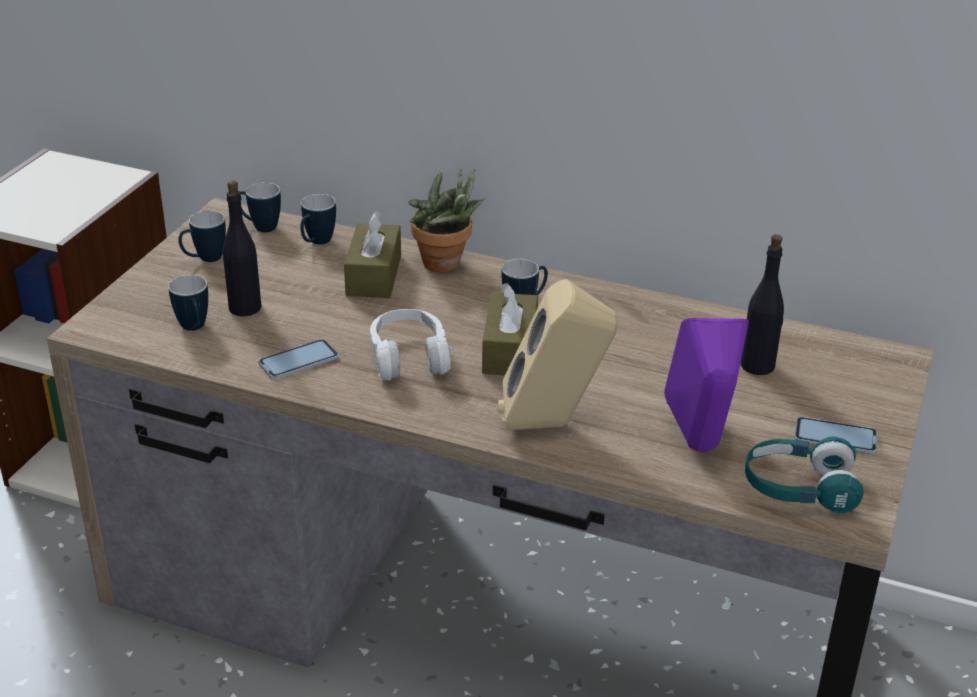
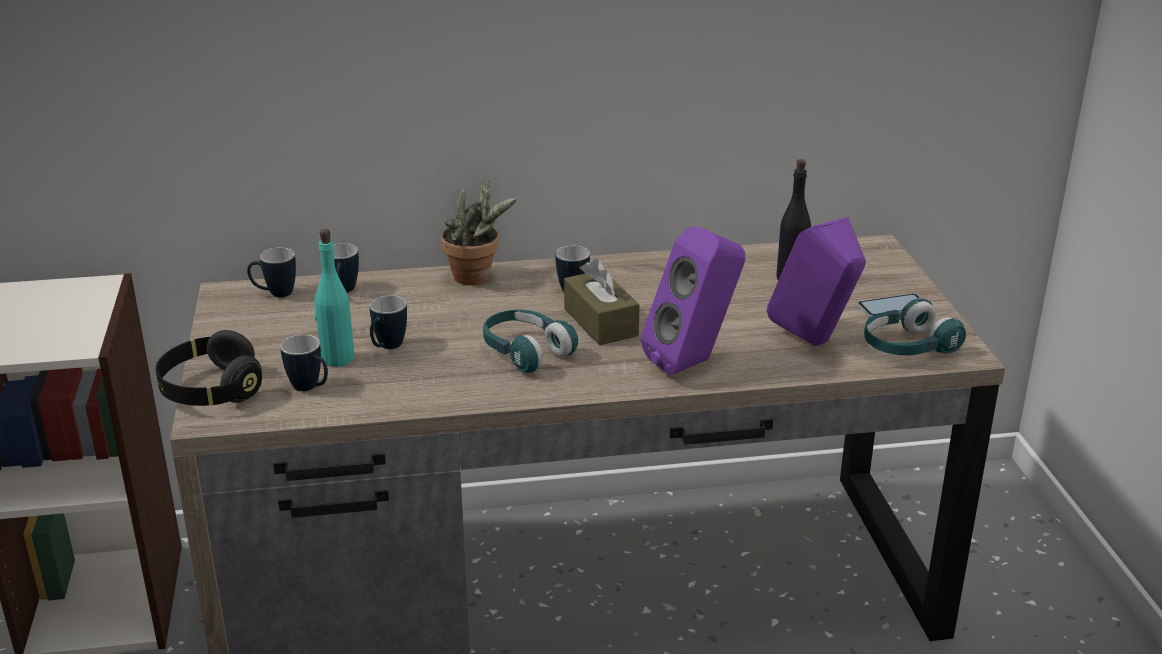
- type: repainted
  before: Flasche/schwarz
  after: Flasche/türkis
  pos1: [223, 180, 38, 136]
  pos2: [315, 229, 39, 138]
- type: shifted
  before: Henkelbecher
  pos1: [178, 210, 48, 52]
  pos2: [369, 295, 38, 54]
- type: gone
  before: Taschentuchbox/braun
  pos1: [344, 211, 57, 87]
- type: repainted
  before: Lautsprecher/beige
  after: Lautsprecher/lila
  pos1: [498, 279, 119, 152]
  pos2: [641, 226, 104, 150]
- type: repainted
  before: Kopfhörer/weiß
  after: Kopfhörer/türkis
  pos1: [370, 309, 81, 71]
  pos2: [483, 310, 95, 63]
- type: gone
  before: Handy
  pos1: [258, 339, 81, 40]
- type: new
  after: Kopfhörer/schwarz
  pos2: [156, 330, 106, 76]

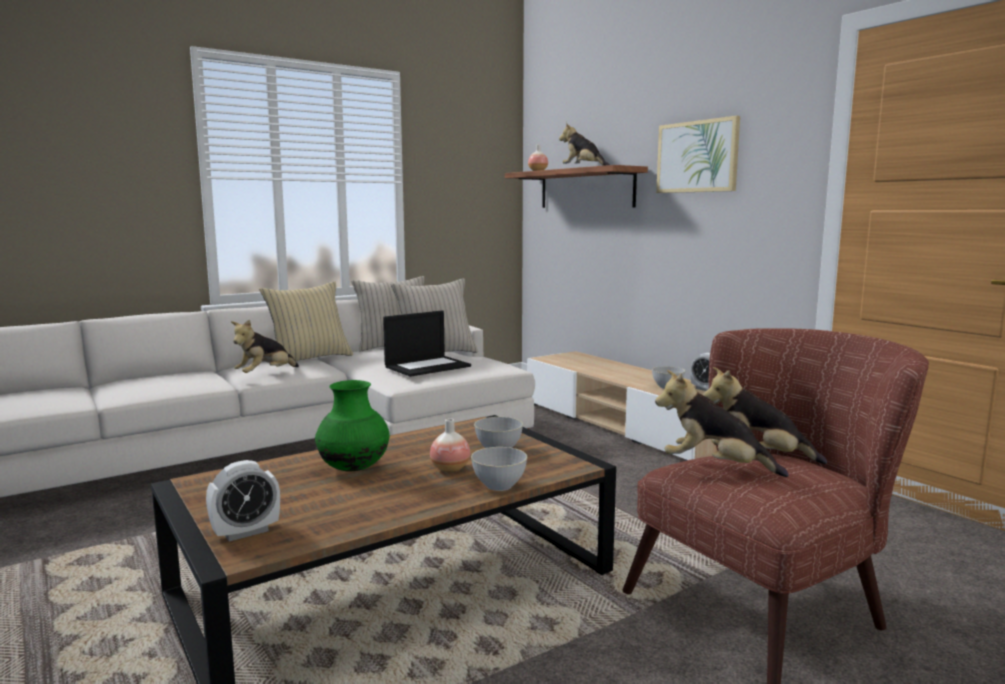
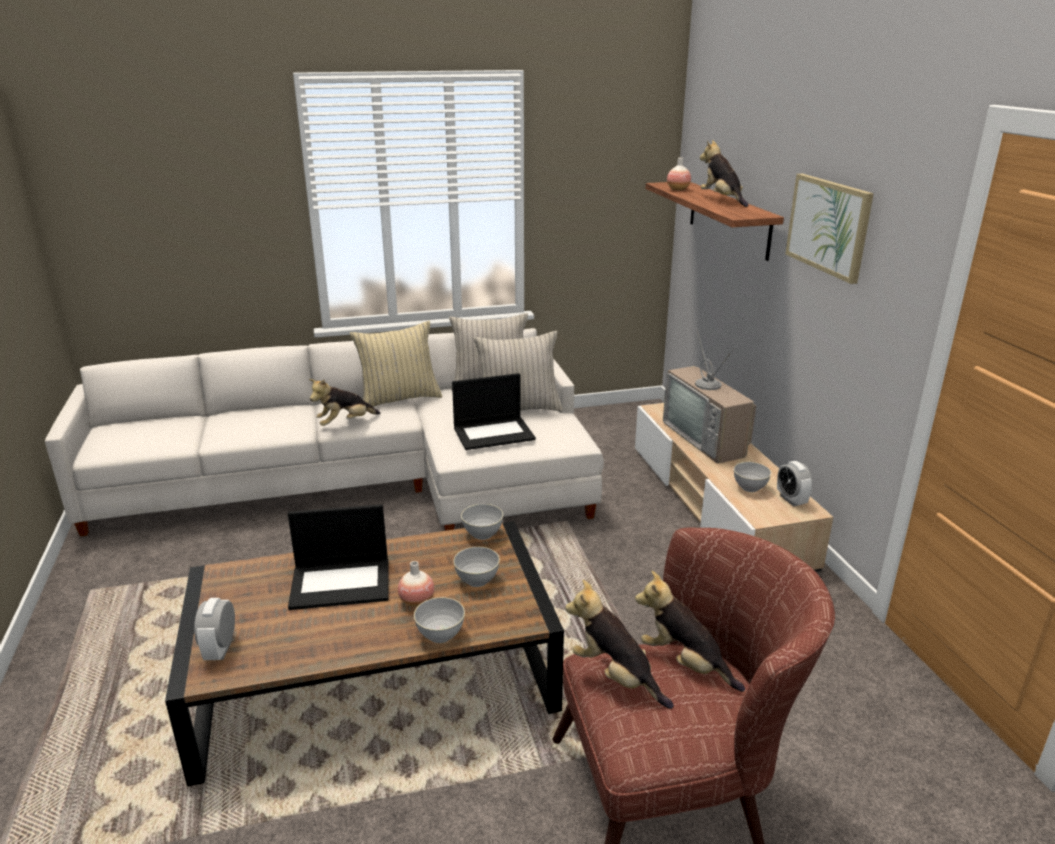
- type: swapped
  before: Vase/grün
  after: Laptop
  pos1: [315, 380, 75, 92]
  pos2: [288, 504, 101, 106]
- type: rotated
  before: Wecker
  pos1: [206, 460, 74, 81]
  pos2: [194, 598, 41, 62]
  turn: 105
- type: new
  after: Fernseher
  pos2: [663, 327, 93, 137]
- type: new
  after: Schüssel/grau
  pos2: [461, 504, 42, 36]

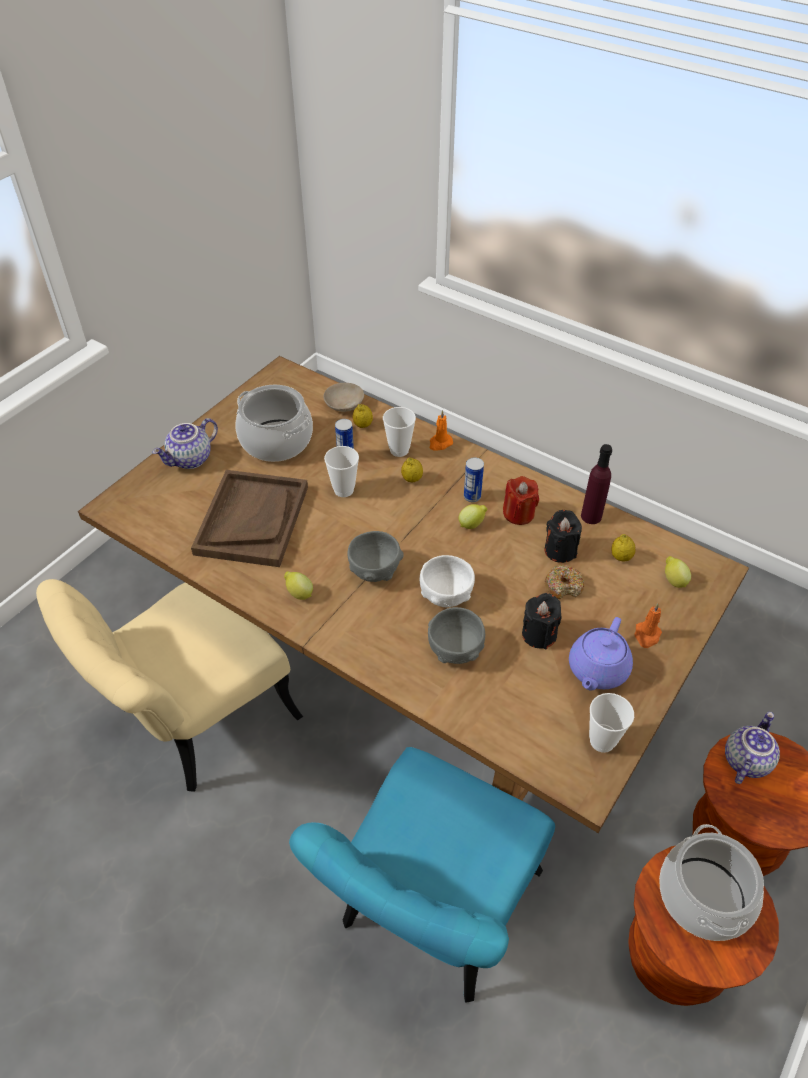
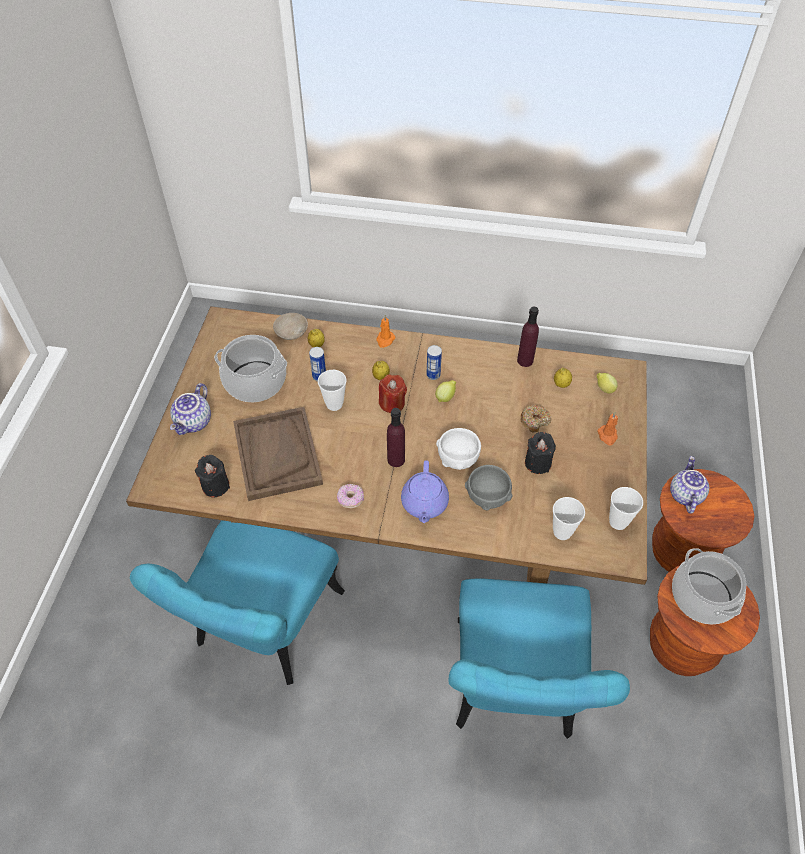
- type: shifted
  before: Tasse
  pos1: [383, 407, 33, 50]
  pos2: [553, 497, 32, 43]
- type: shifted
  before: Kerze/rot
  pos1: [503, 476, 36, 49]
  pos2: [379, 375, 28, 38]
- type: shifted
  before: Kerze/schwarz
  pos1: [544, 510, 38, 53]
  pos2: [195, 455, 35, 43]
- type: swapped
  before: Schüssel/grau
  after: Flasche/lila
  pos1: [347, 531, 57, 51]
  pos2: [387, 408, 18, 59]
- type: swapped
  before: Zitrone
  after: Donut
  pos1: [284, 571, 29, 29]
  pos2: [337, 484, 27, 24]
- type: repainted
  before: Stuhl/beige
  after: Stuhl/türkis
  pos1: [36, 579, 267, 213]
  pos2: [130, 520, 215, 165]
- type: shifted
  before: Teekanne/lila
  pos1: [569, 617, 64, 74]
  pos2: [401, 460, 48, 63]

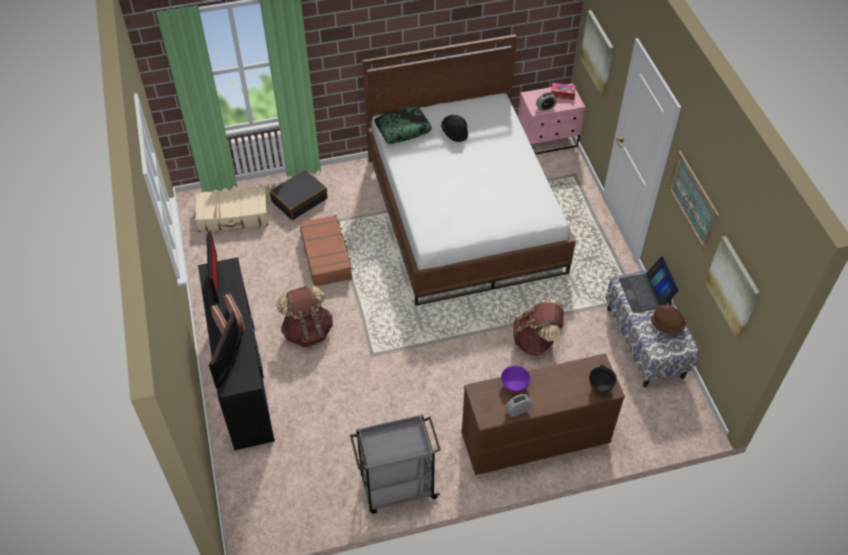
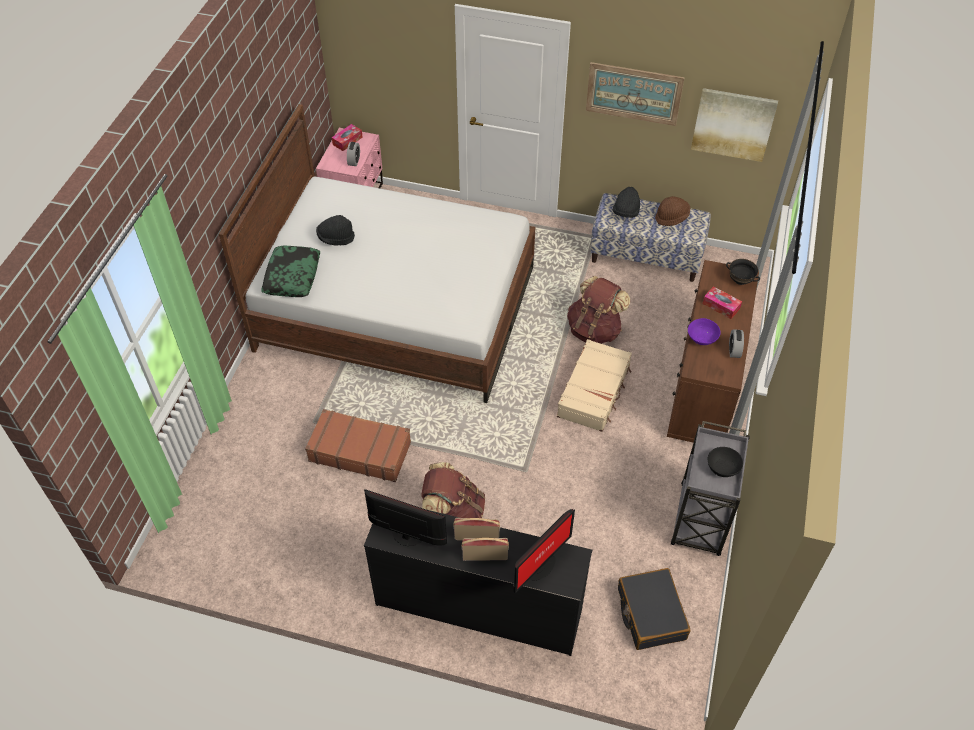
- type: gone
  before: Bild
  pos1: [580, 10, 34, 86]
- type: shifted
  before: Koffer/schwarz
  pos1: [270, 169, 58, 51]
  pos2: [618, 568, 73, 82]
- type: shifted
  before: Koffer/beige
  pos1: [195, 186, 73, 46]
  pos2: [557, 339, 75, 93]
- type: swapped
  before: Laptop
  after: Hut/schwarz
  pos1: [619, 256, 60, 57]
  pos2: [613, 187, 27, 31]
- type: rotated
  before: Monitor
  pos1: [209, 310, 33, 79]
  pos2: [513, 509, 62, 85]
  turn: -90
- type: new
  after: Taschentuchbox
  pos2: [703, 286, 39, 33]
- type: new
  after: Schüssel/schwarz
  pos2: [708, 447, 35, 30]

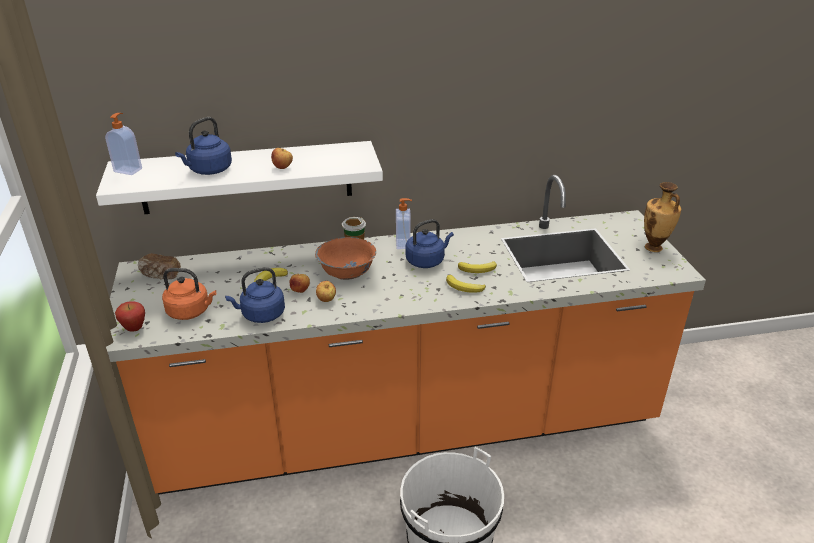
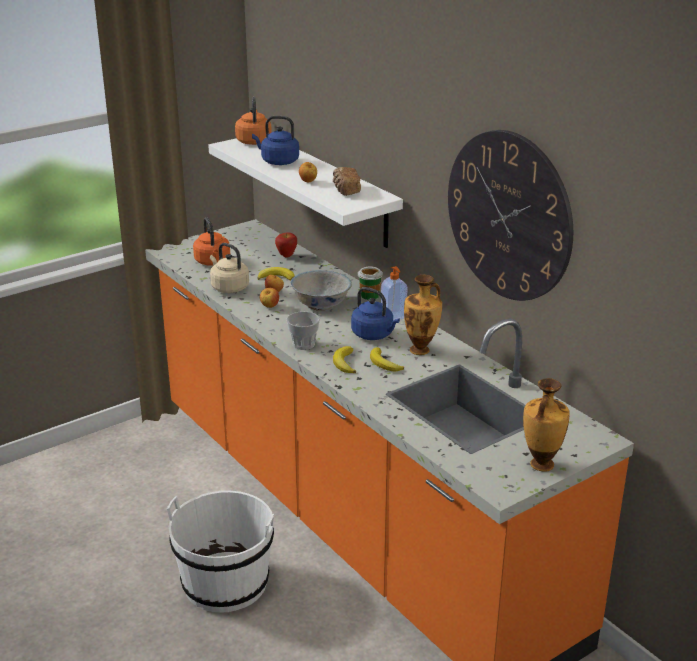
- type: swapped
  before: Seifenspender
  after: Wasserkessel/orange
  pos1: [105, 113, 37, 62]
  pos2: [235, 97, 37, 48]
- type: repainted
  before: Schüssel/orange
  after: Schüssel/weiß
  pos1: [315, 237, 61, 43]
  pos2: [290, 270, 62, 41]
- type: shifted
  before: Brot
  pos1: [138, 253, 43, 26]
  pos2: [333, 167, 28, 29]
- type: repainted
  before: Wasserkessel/blau
  after: Wasserkessel/beige
  pos1: [225, 267, 60, 56]
  pos2: [210, 243, 39, 50]
- type: shifted
  before: Apfel
  pos1: [115, 301, 30, 31]
  pos2: [275, 232, 22, 25]
- type: new
  after: Wanduhr
  pos2: [448, 130, 125, 171]
- type: new
  after: Vase
  pos2: [404, 275, 38, 80]
- type: new
  after: Tasse
  pos2: [287, 311, 33, 39]

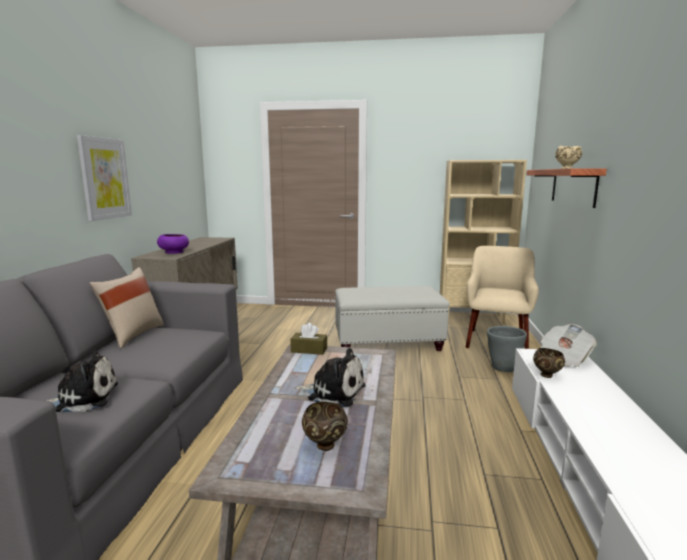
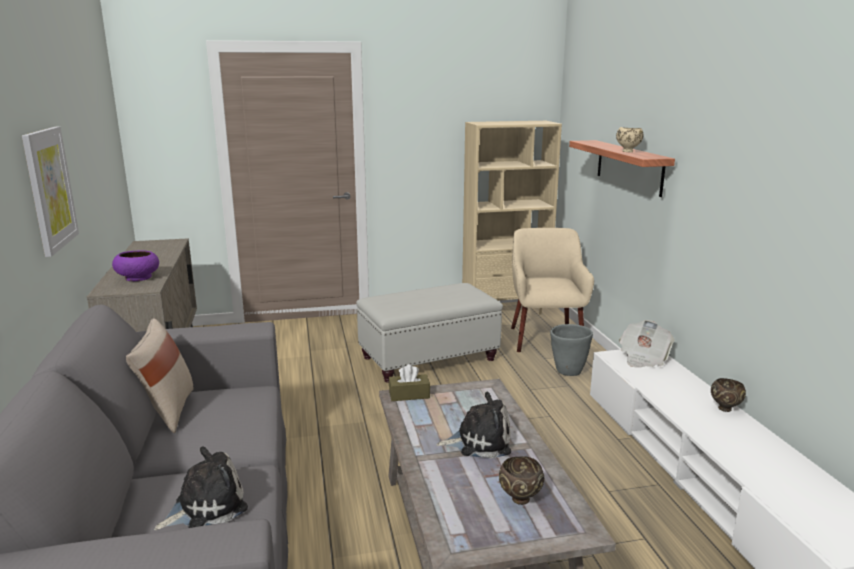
- type: shifted
  before: Schüssel/braun
  pos1: [533, 348, 32, 30]
  pos2: [711, 378, 35, 34]

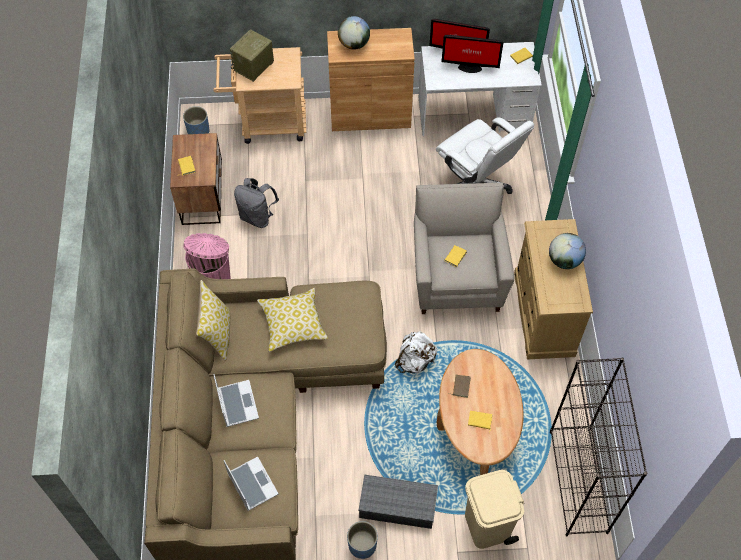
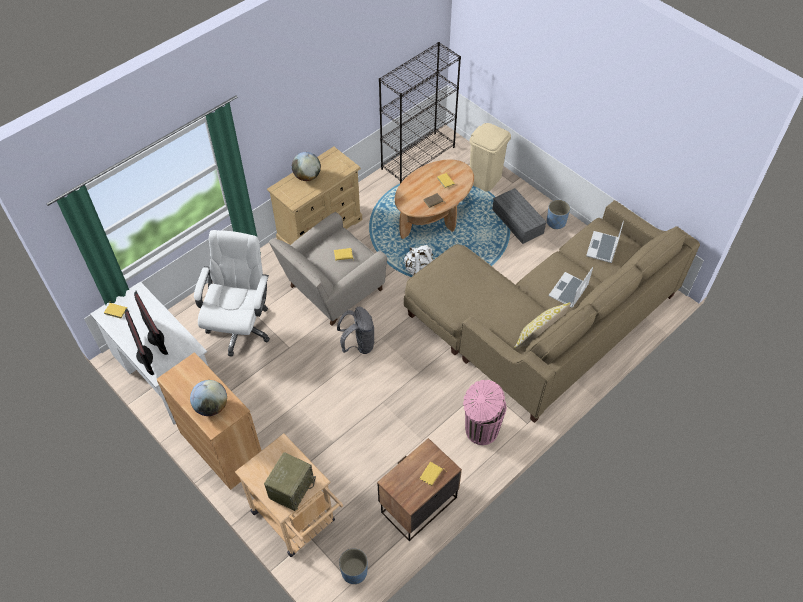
- type: rotated
  before: Radio
  pos1: [230, 29, 44, 53]
  pos2: [264, 452, 52, 59]
  turn: -60
- type: shifted
  before: Rucksack/grau
  pos1: [234, 178, 45, 50]
  pos2: [337, 307, 38, 47]
- type: gone
  before: Kissen
  pos1: [257, 288, 71, 64]

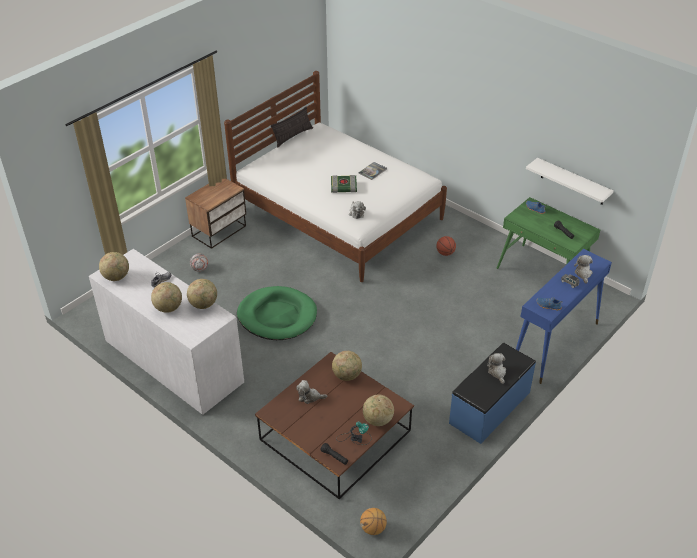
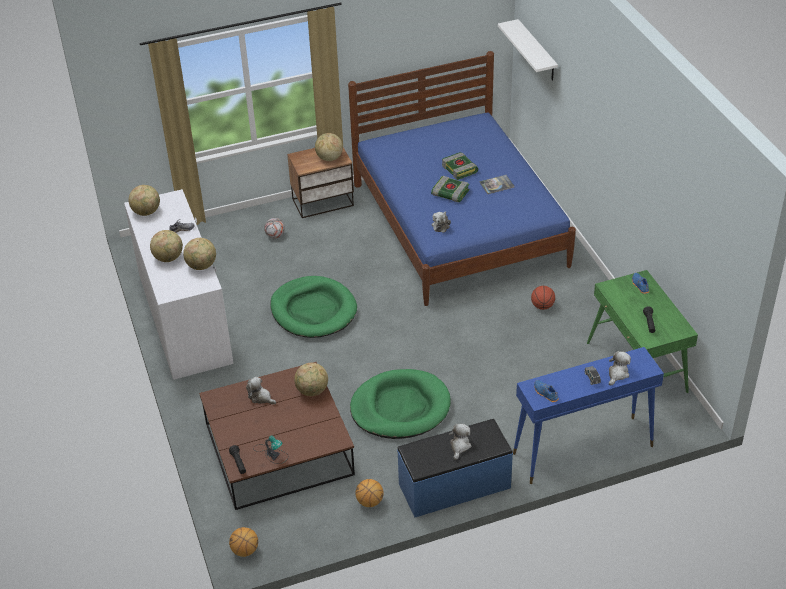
- type: repainted
  before: Bett/weiß
  after: Bett/blau
  pos1: [224, 71, 223, 211]
  pos2: [348, 51, 228, 255]
- type: gone
  before: Kissen
  pos1: [271, 107, 42, 41]
- type: shifted
  before: Wandregal/weiß
  pos1: [526, 158, 87, 47]
  pos2: [498, 19, 60, 62]
- type: shifted
  before: Globus
  pos1: [363, 395, 31, 31]
  pos2: [315, 133, 28, 28]
- type: new
  after: Buch
  pos2: [442, 152, 36, 28]
- type: new
  after: Hundebett/grün
  pos2: [350, 369, 101, 70]
- type: new
  after: Basketball
  pos2: [355, 479, 29, 28]

